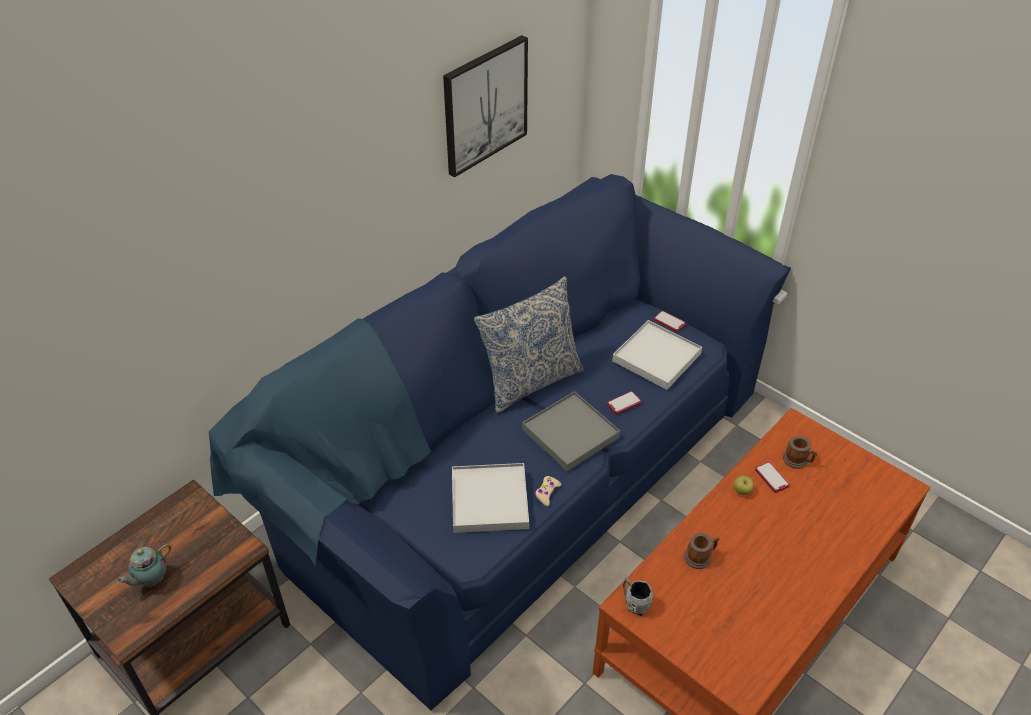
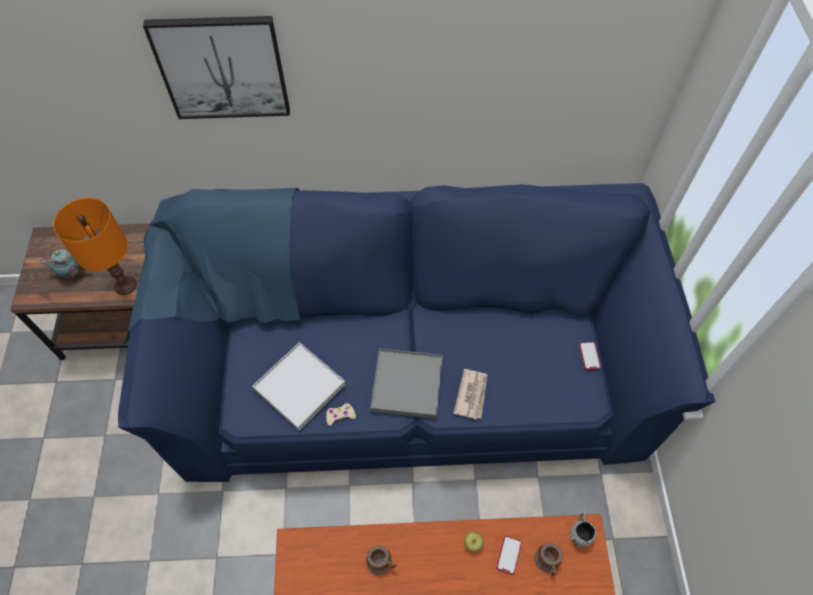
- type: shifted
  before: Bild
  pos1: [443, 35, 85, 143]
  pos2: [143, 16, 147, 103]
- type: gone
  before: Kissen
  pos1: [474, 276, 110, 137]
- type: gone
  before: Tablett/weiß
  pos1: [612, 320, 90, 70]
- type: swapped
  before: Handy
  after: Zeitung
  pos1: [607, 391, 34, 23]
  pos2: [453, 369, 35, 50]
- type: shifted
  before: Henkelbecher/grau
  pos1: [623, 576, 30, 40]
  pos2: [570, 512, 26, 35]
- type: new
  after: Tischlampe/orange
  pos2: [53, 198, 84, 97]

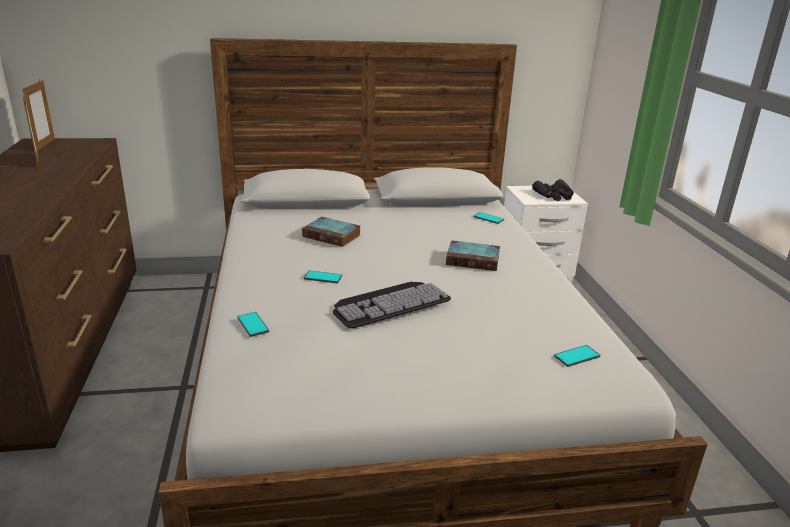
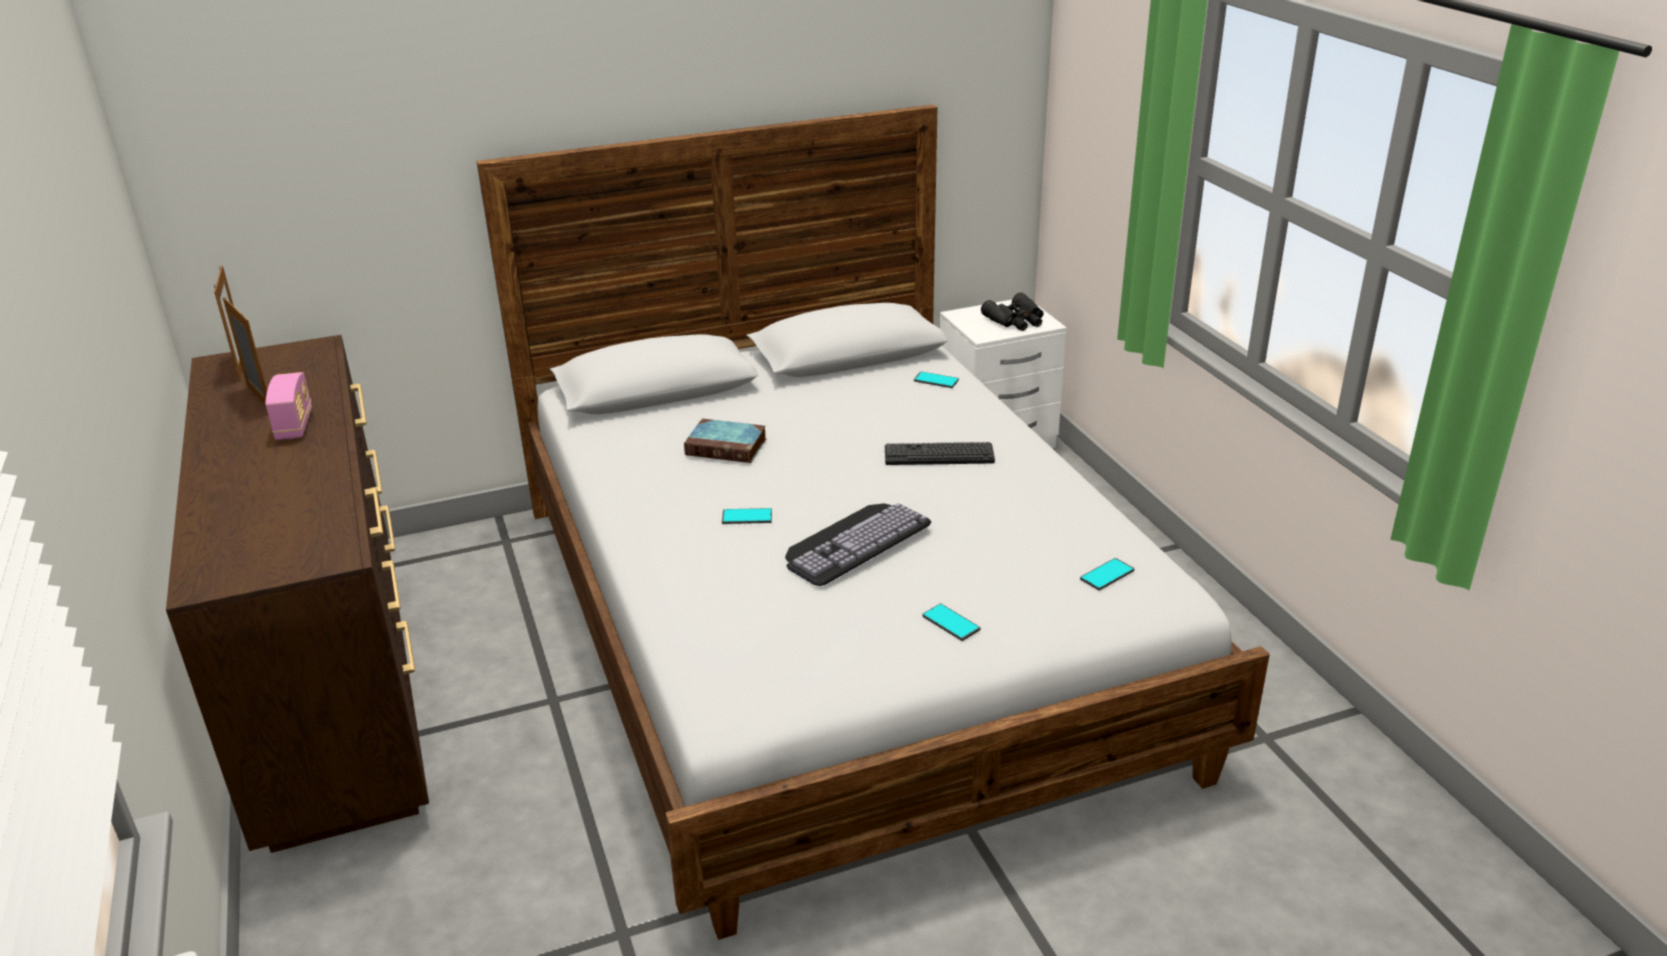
- type: swapped
  before: Buch
  after: Tastatur
  pos1: [446, 240, 54, 31]
  pos2: [885, 442, 110, 23]
- type: shifted
  before: Handy
  pos1: [237, 312, 32, 25]
  pos2: [922, 604, 59, 37]
- type: new
  after: Radio
  pos2: [265, 372, 47, 68]

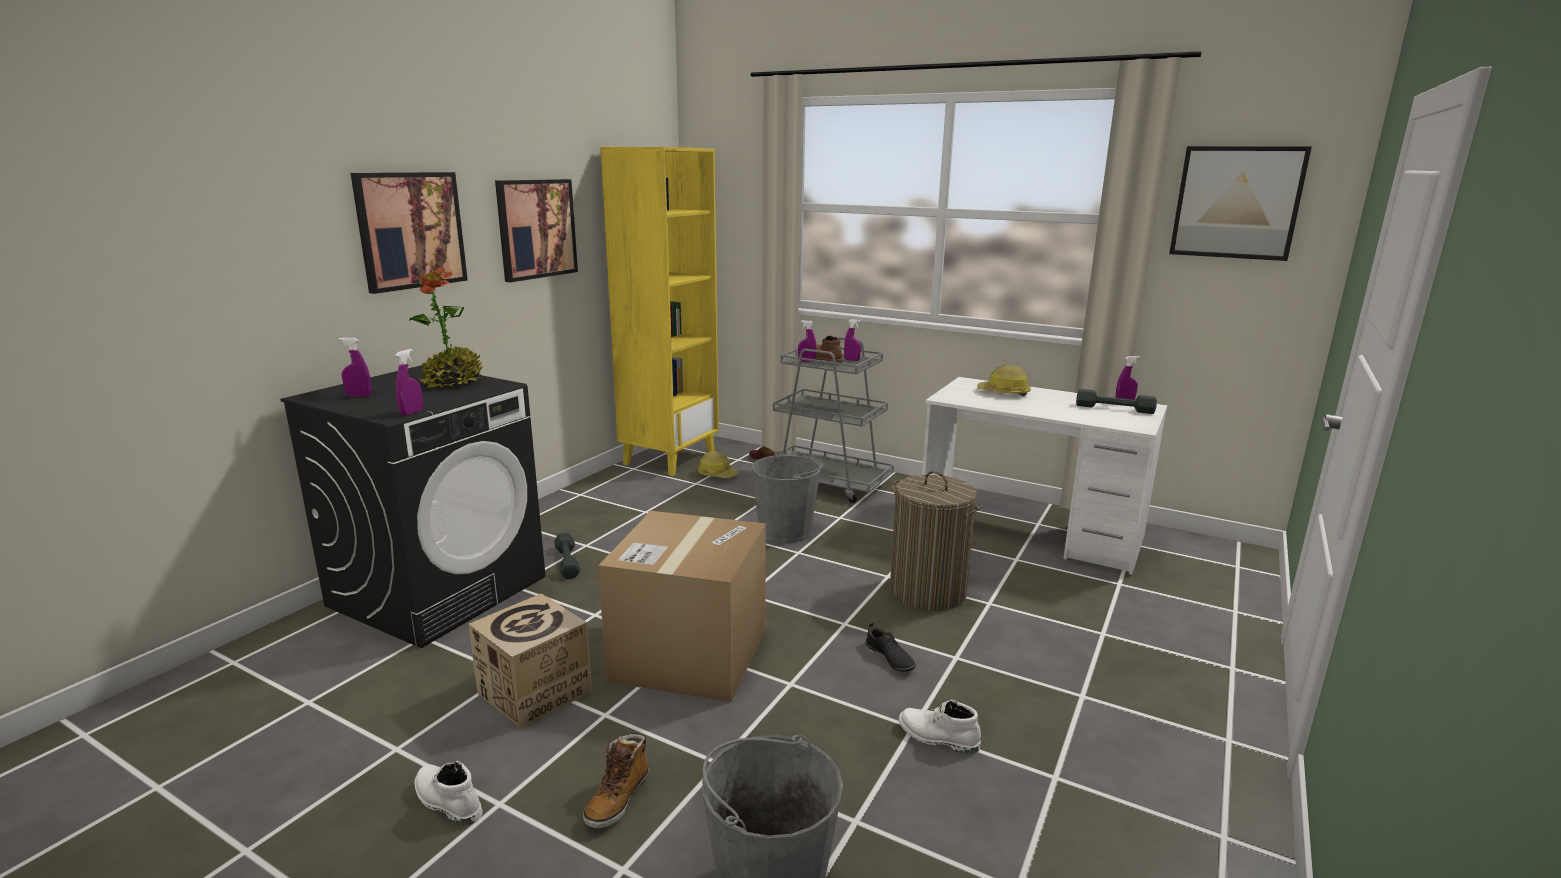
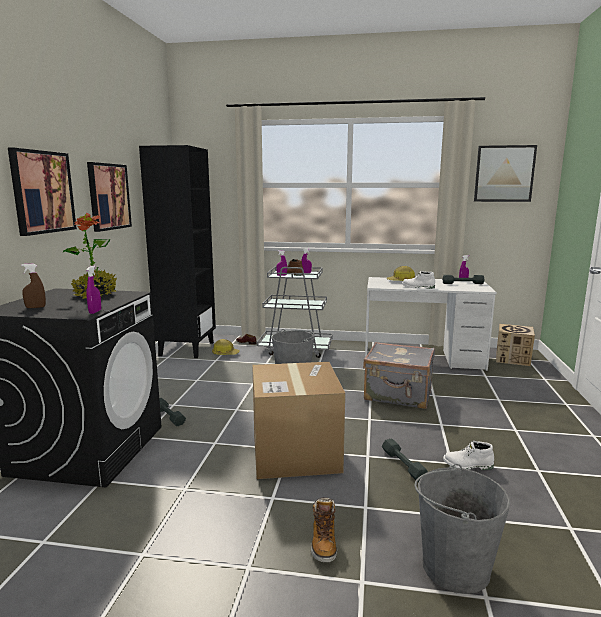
- type: repainted
  before: Bücherregal/gelb
  after: Bücherregal/schwarz
  pos1: [600, 147, 119, 329]
  pos2: [139, 145, 77, 213]
- type: repainted
  before: Sprühflasche/lila
  after: Sprühflasche/braun
  pos1: [339, 337, 32, 60]
  pos2: [21, 264, 25, 44]
- type: swapped
  before: Wäschekorb
  after: Koffer/grau
  pos1: [890, 471, 94, 140]
  pos2: [363, 342, 72, 67]
- type: shifted
  before: Karton
  pos1: [468, 593, 124, 136]
  pos2: [496, 324, 39, 42]
- type: gone
  before: Schuh/schwarz
  pos1: [866, 623, 50, 49]
- type: shifted
  before: Stiefel/weiß
  pos1: [414, 761, 69, 64]
  pos2: [402, 271, 33, 18]
- type: new
  after: Hantel/grau
  pos2: [382, 439, 46, 43]

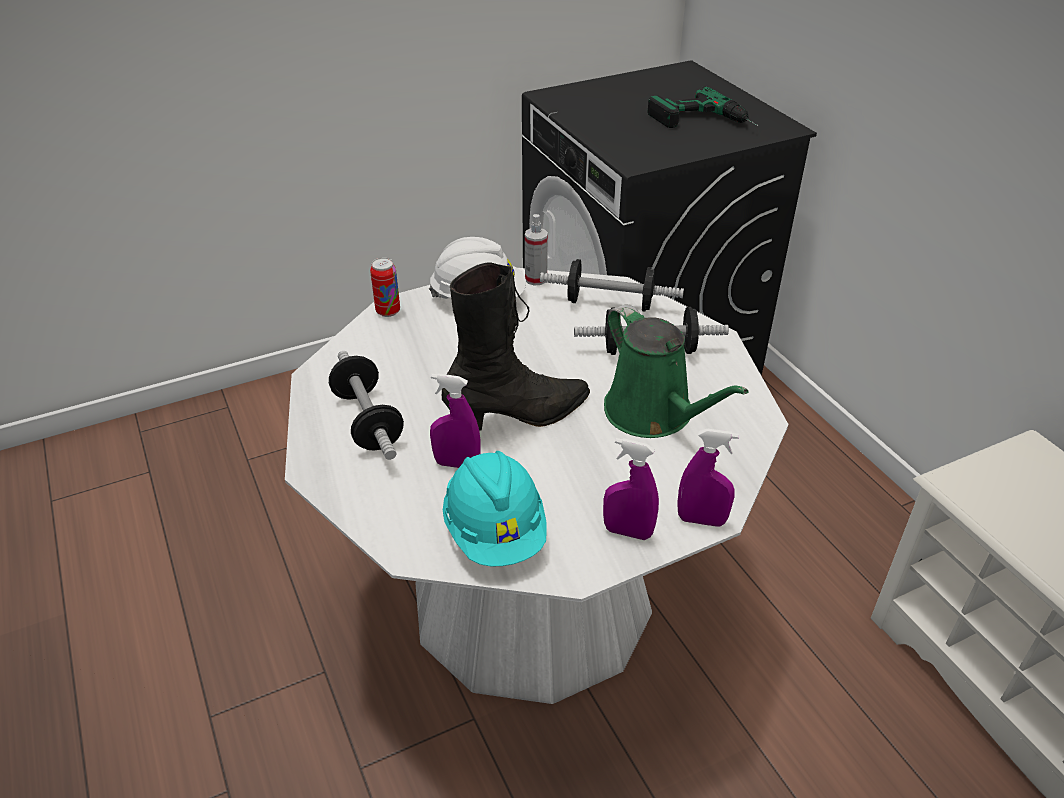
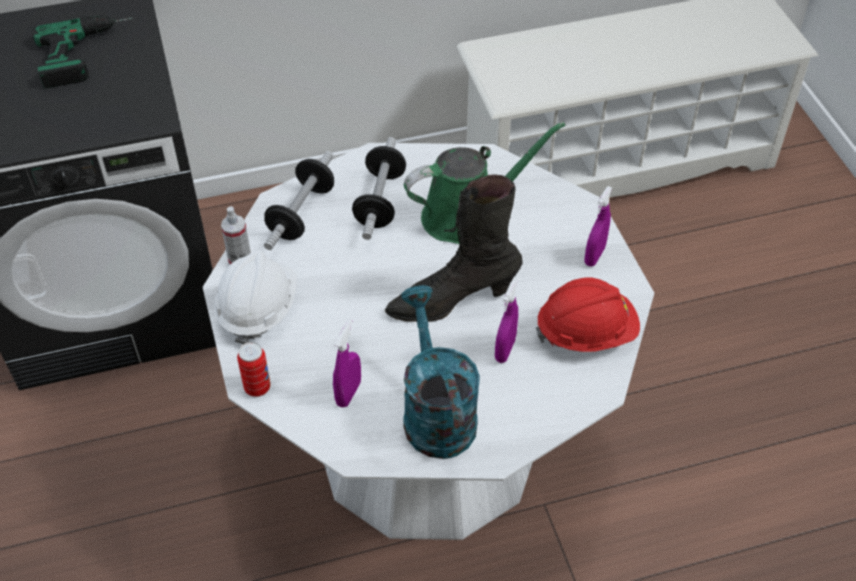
- type: rotated
  before: Stiefel/schwarz
  pos1: [442, 262, 148, 169]
  pos2: [385, 175, 137, 147]
  turn: -90
- type: swapped
  before: Hantel
  after: Gießkanne/türkis
  pos1: [329, 351, 75, 109]
  pos2: [401, 285, 79, 174]
- type: shifted
  before: Sprühflasche/lila
  pos1: [677, 429, 62, 98]
  pos2: [333, 319, 28, 88]
- type: repainted
  before: Schutzhelm/türkis
  after: Schutzhelm/rot
  pos1: [443, 451, 103, 115]
  pos2: [536, 277, 104, 75]

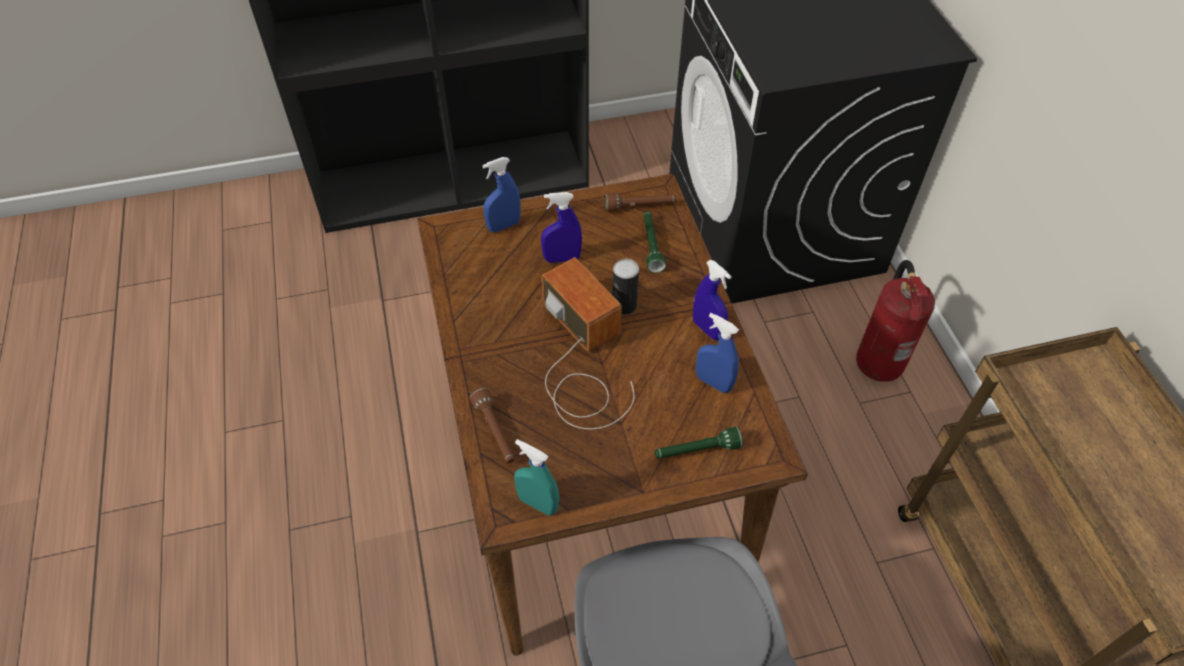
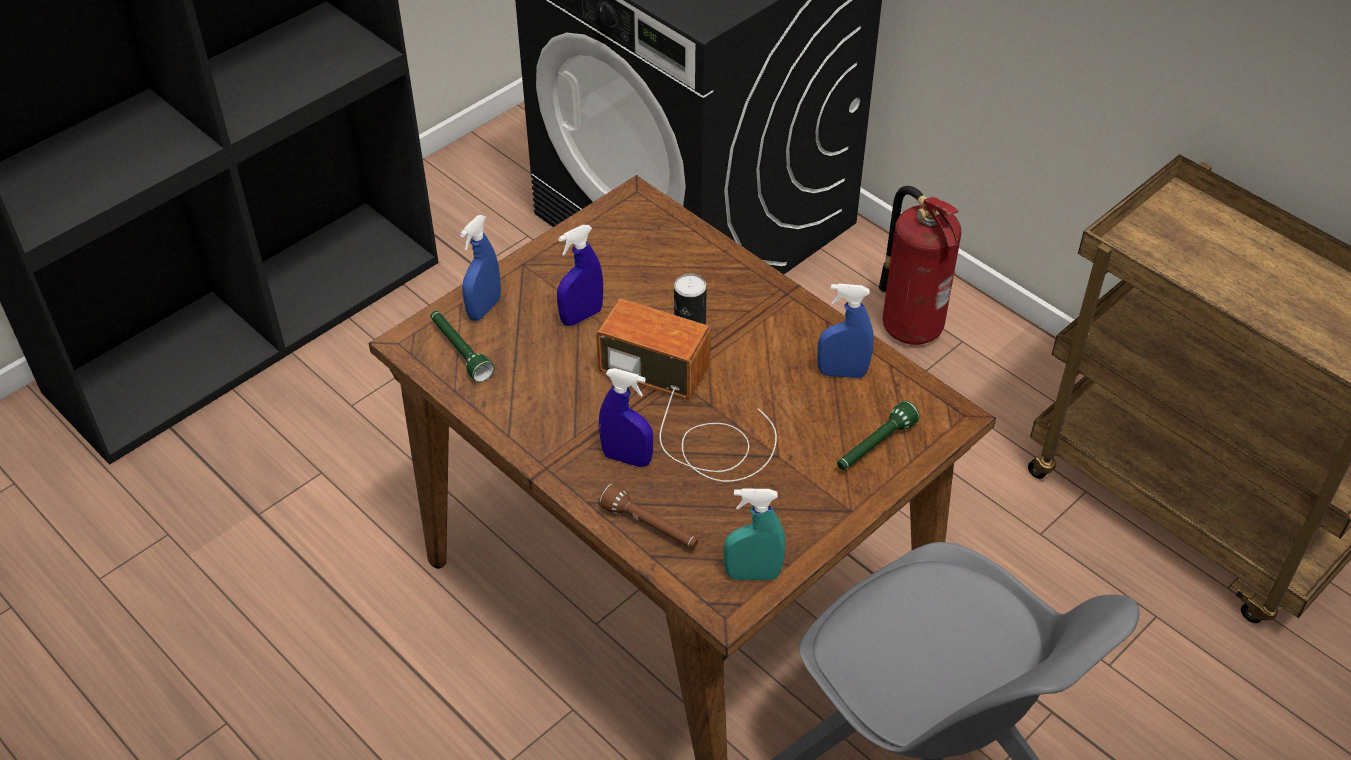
- type: gone
  before: Taschenlampe/braun
  pos1: [605, 193, 71, 19]
- type: shifted
  before: Taschenlampe/grün
  pos1: [644, 211, 22, 62]
  pos2: [431, 311, 64, 71]
- type: shifted
  before: Sprühflasche/blau
  pos1: [693, 260, 38, 80]
  pos2: [599, 368, 54, 99]

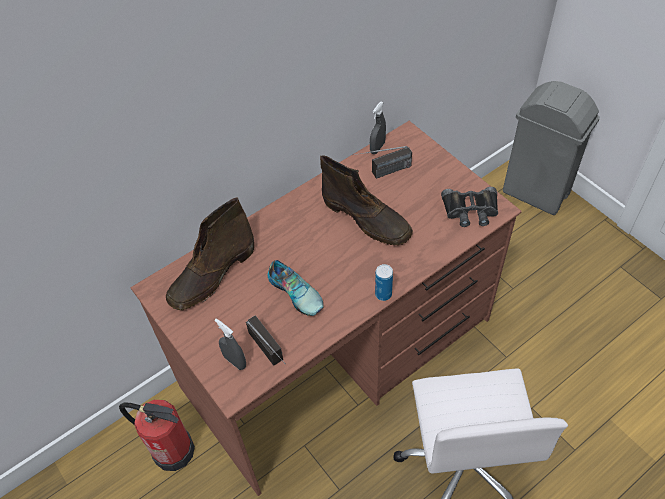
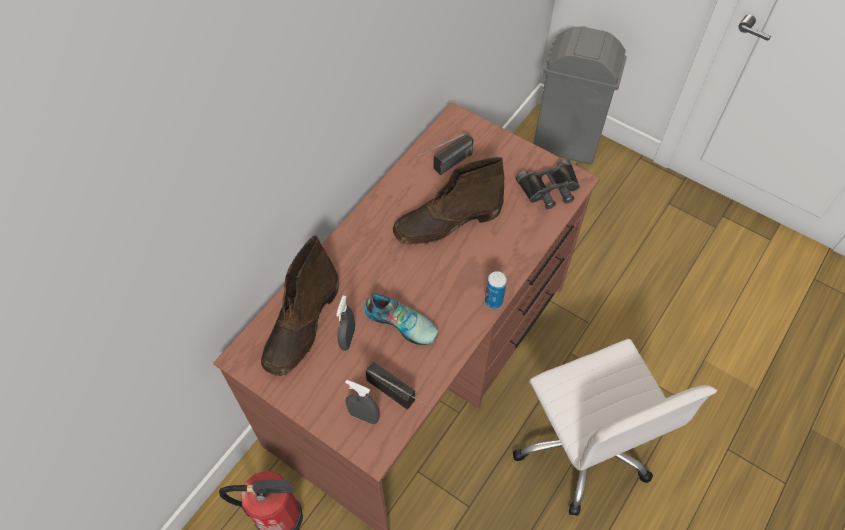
- type: shifted
  before: Sprühflasche/grau
  pos1: [370, 102, 16, 52]
  pos2: [336, 296, 19, 55]
- type: rotated
  before: Stiefel/braun
  pos1: [320, 155, 93, 91]
  pos2: [393, 157, 111, 88]
  turn: 135

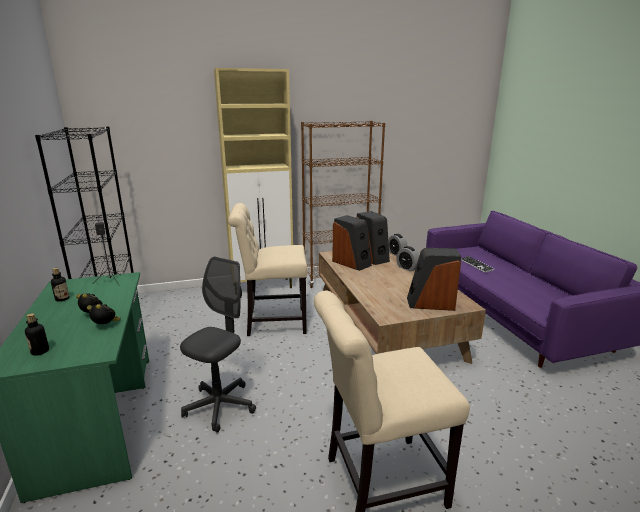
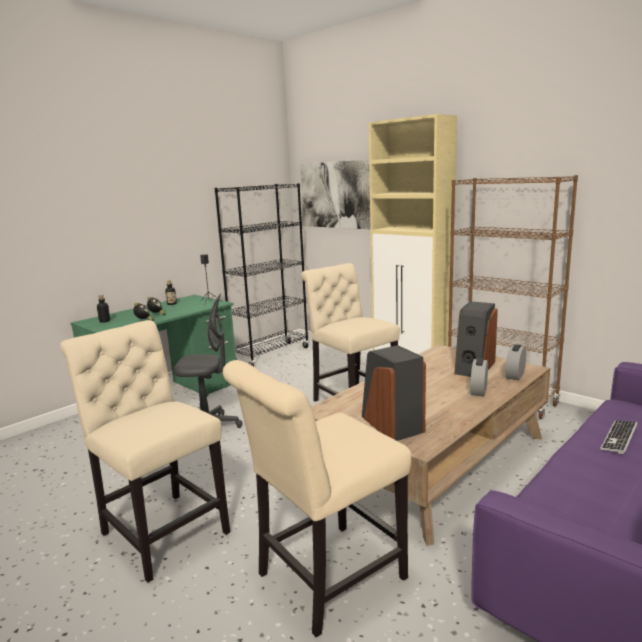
- type: gone
  before: Lautsprecher
  pos1: [332, 215, 40, 56]
- type: new
  after: Bild
  pos2: [300, 160, 70, 69]
- type: new
  after: Stuhl/beige
  pos2: [223, 360, 188, 277]

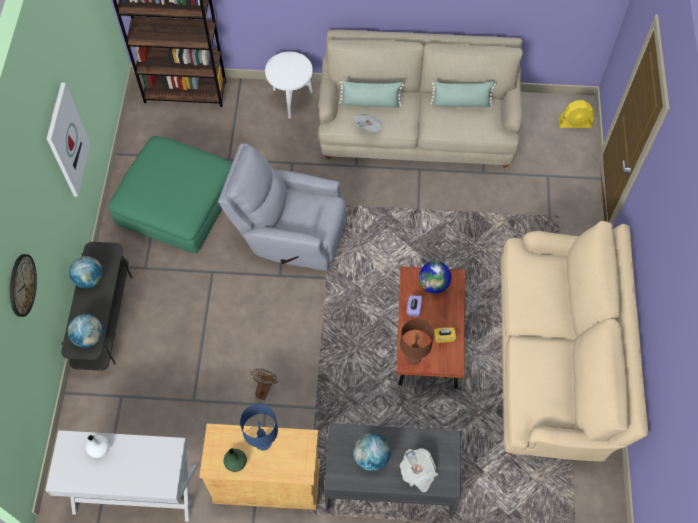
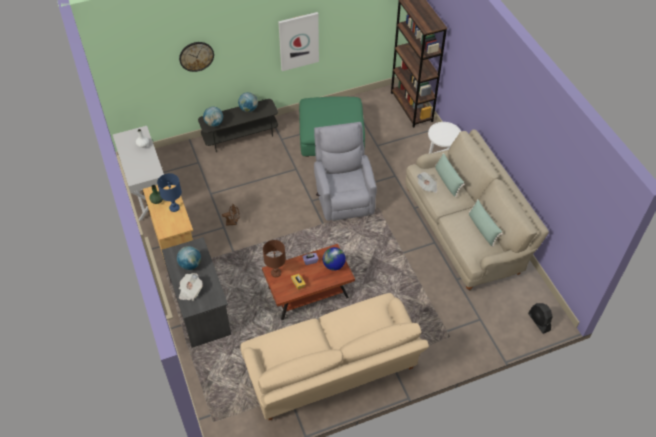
- type: repainted
  before: Ventilator/gelb
  after: Ventilator/schwarz
  pos1: [558, 100, 36, 28]
  pos2: [528, 303, 25, 31]

